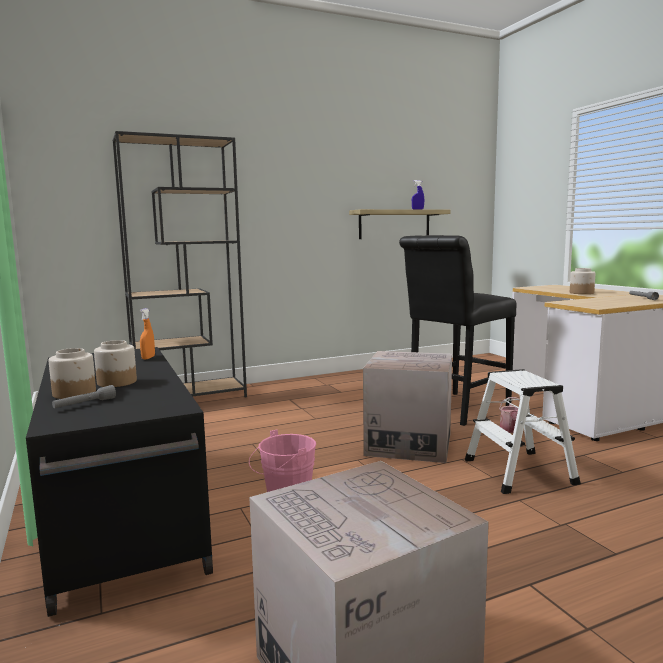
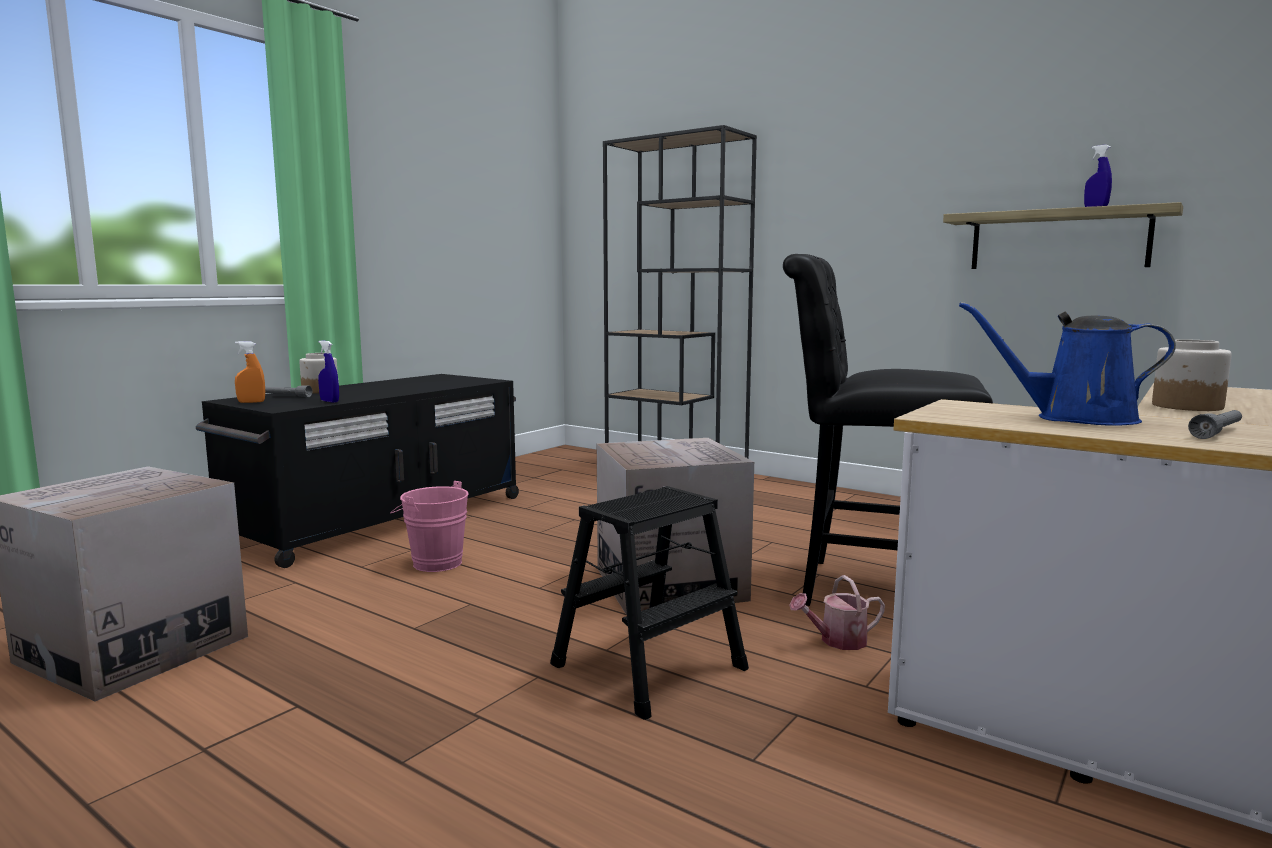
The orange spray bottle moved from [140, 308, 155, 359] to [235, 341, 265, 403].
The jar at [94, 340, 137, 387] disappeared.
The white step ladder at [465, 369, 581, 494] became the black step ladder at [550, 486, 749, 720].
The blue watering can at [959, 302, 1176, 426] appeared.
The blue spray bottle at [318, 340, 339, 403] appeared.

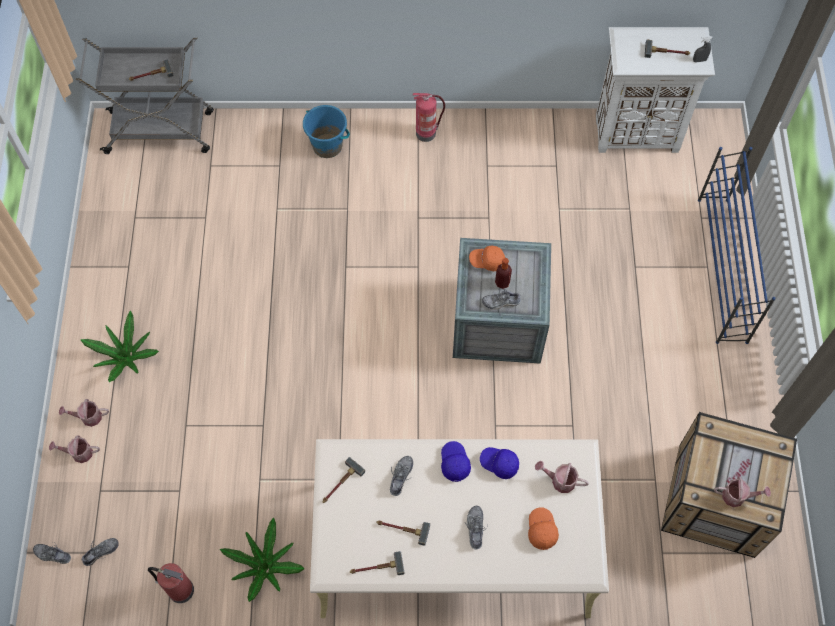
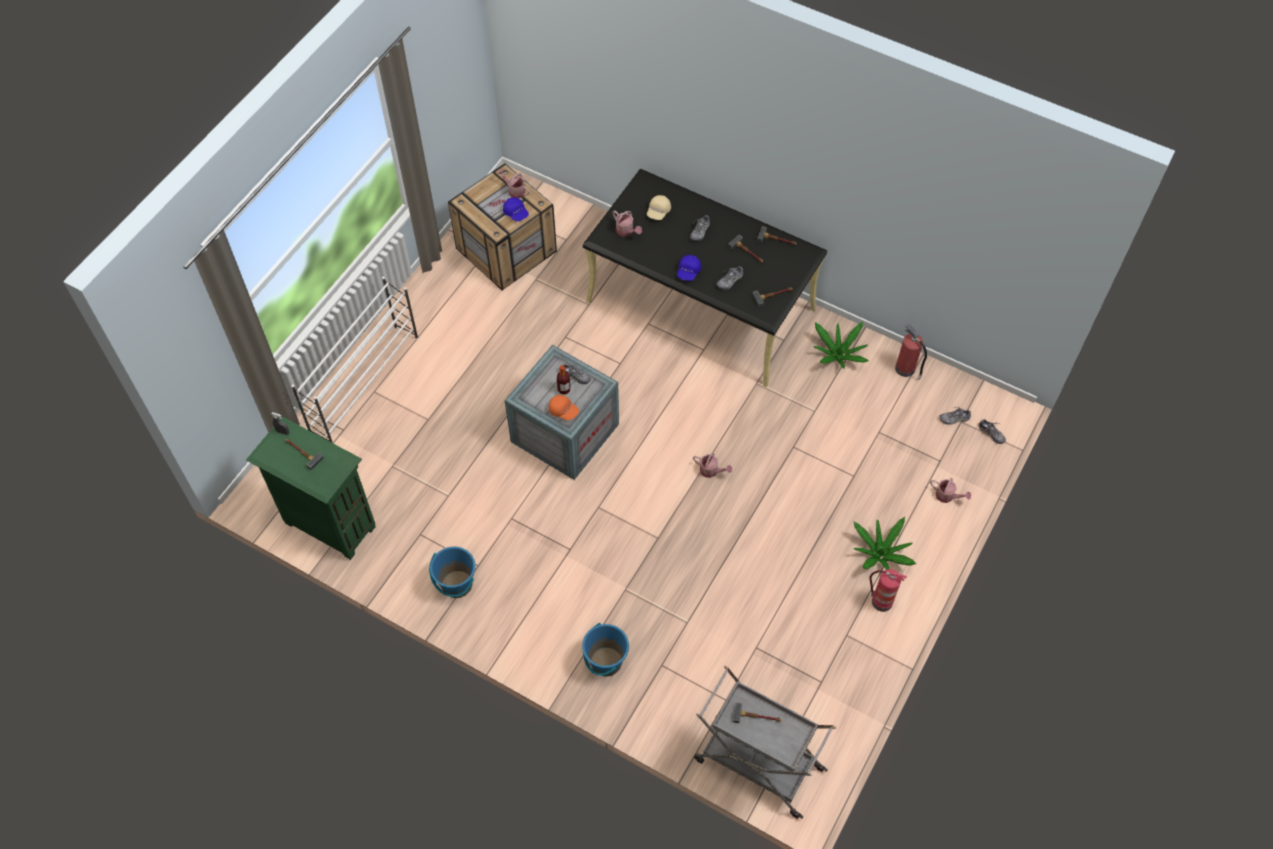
The white cabinet at [596, 27, 715, 153] became the green cabinet at [246, 416, 375, 560].
The fire extinguisher moved from [413, 93, 445, 142] to [870, 569, 907, 612].
The blue shoe rack at [698, 147, 776, 344] became the white shoe rack at [291, 277, 418, 443].
The watering can moved from [59, 399, 109, 427] to [693, 452, 732, 478].
The beige desk at [310, 439, 609, 618] became the black desk at [583, 169, 827, 387].
The blue cap moved from [480, 447, 519, 479] to [503, 197, 529, 221].
The orange cap at [528, 507, 559, 550] became the beige cap at [647, 195, 671, 220].
The blue bucket at [429, 547, 476, 598] appeared.

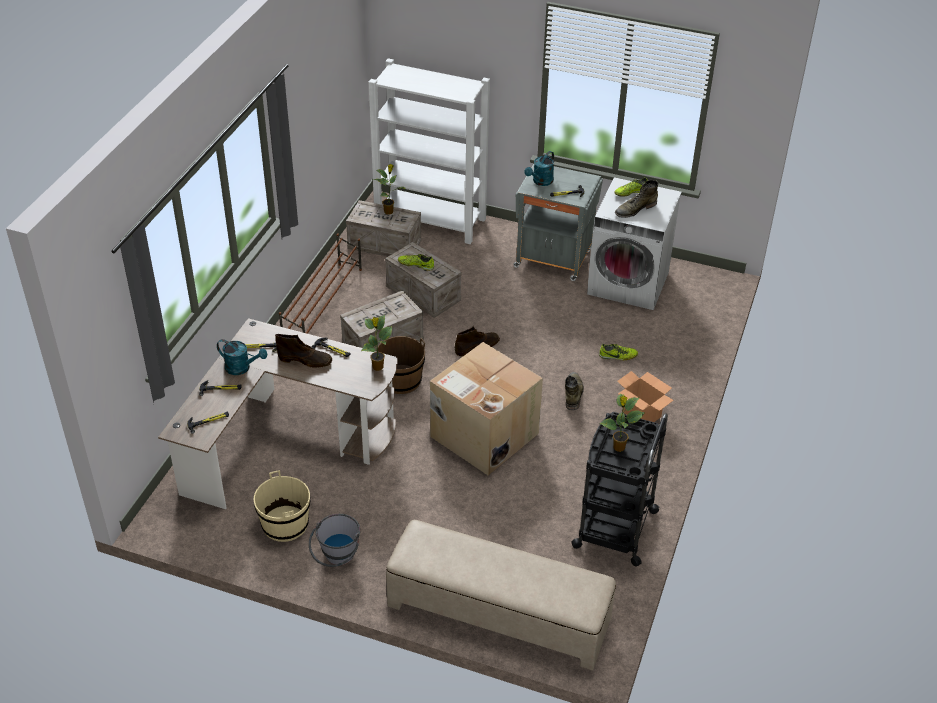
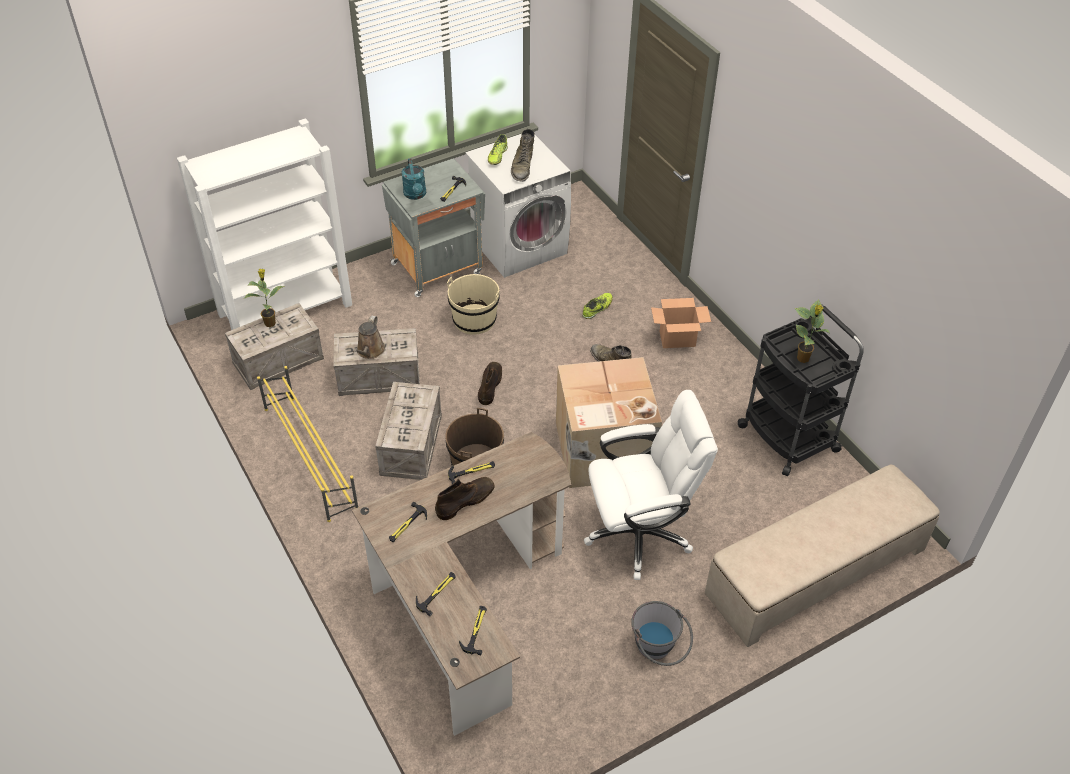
The brown shoe rack at [279, 234, 362, 334] became the yellow shoe rack at [257, 366, 358, 522].
The shoe at [398, 254, 434, 271] was replaced by the brown watering can at [353, 316, 385, 359].
The potted plant at [361, 315, 392, 371] disappeared.
The turquoise watering can at [217, 339, 267, 375] disappeared.
The beige bucket moved from [254, 470, 310, 542] to [447, 274, 500, 335].
The white office chair at [584, 390, 718, 580] appeared.

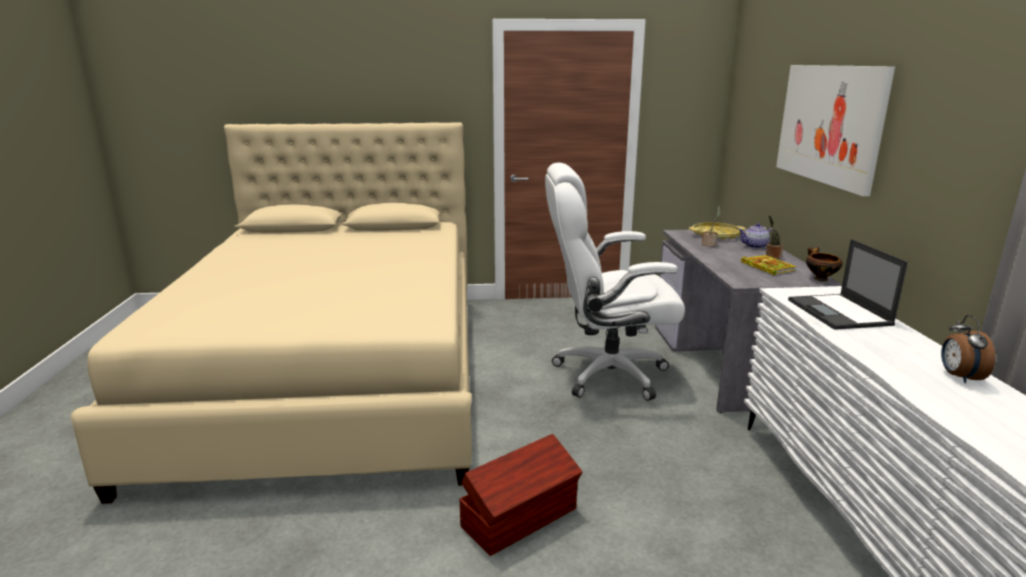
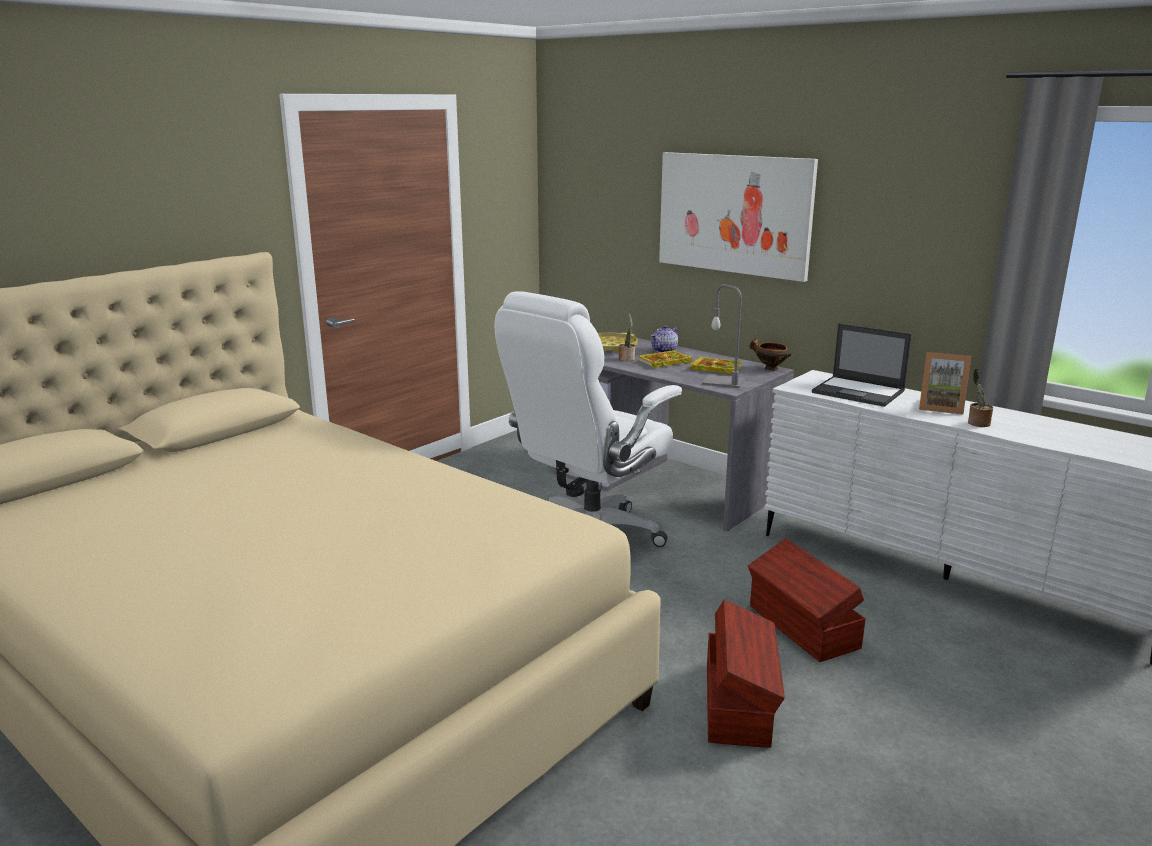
The potted plant moved from [766, 215, 783, 259] to [968, 368, 993, 427].
The alarm clock at [941, 315, 995, 383] disappeared.
The grey table lamp at [702, 284, 745, 388] appeared.
The book at [638, 350, 692, 368] appeared.
The picture frame at [919, 352, 971, 414] appeared.
The brown storage box at [748, 538, 865, 662] appeared.

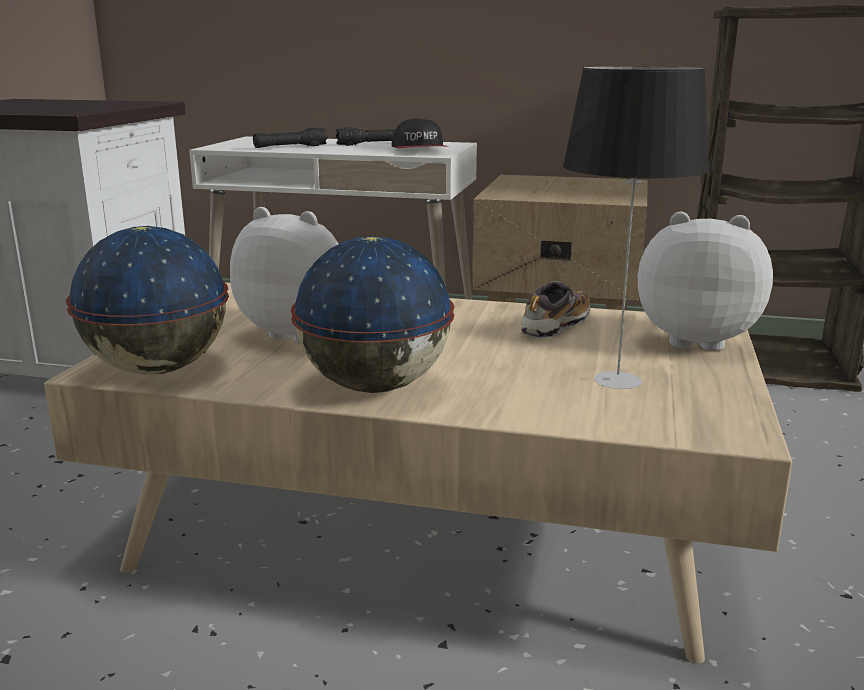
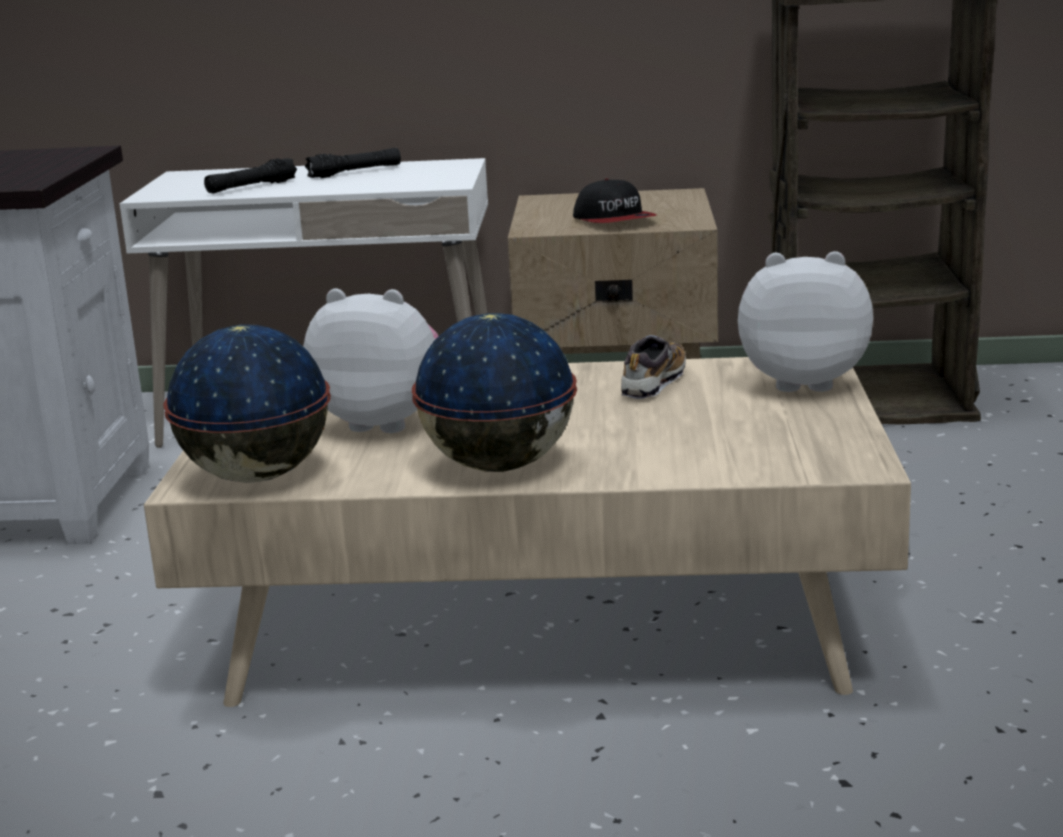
The table lamp at [563, 66, 709, 389] disappeared.
The cap moved from [391, 118, 449, 148] to [573, 178, 657, 223].

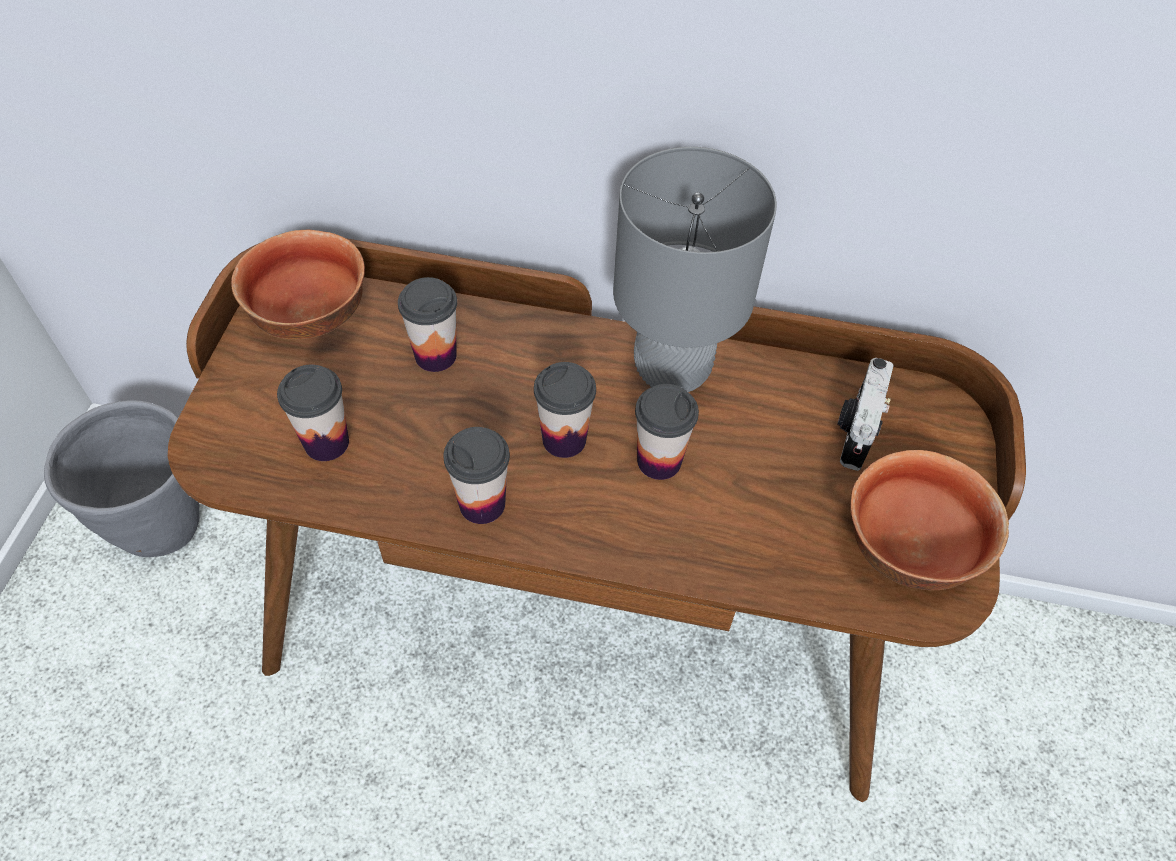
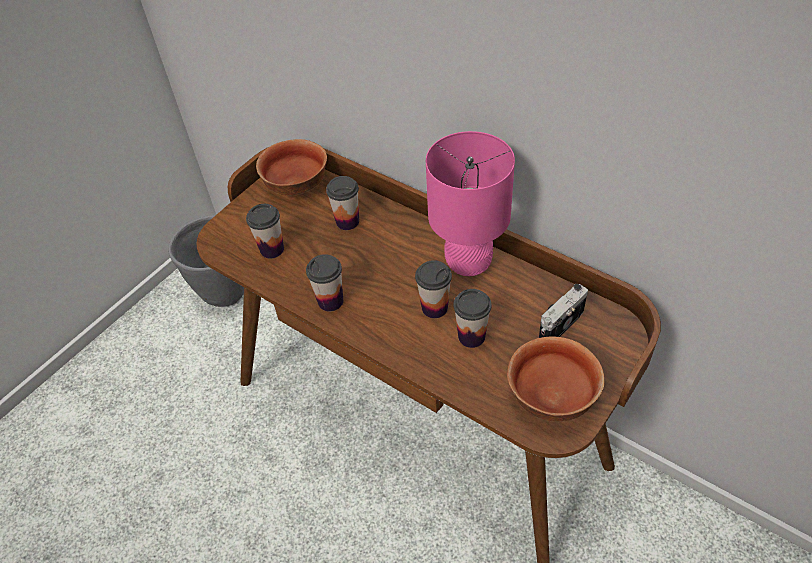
The grey table lamp at [613, 147, 777, 392] became the pink table lamp at [426, 131, 515, 276].
The cup moved from [534, 362, 596, 458] to [453, 289, 492, 348].

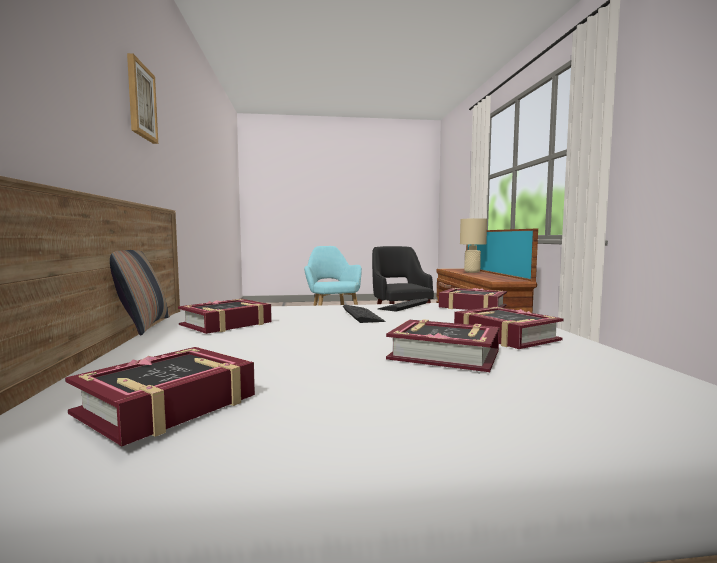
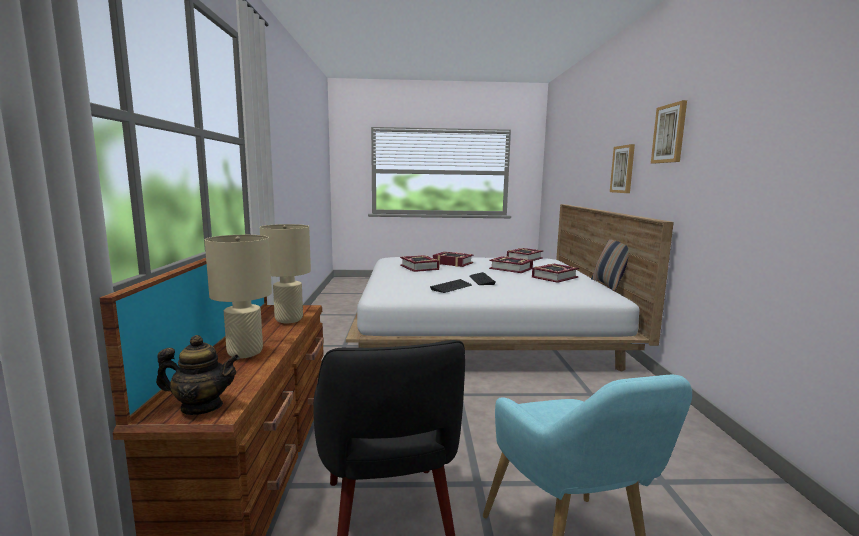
The book moved from [439, 288, 507, 310] to [489, 256, 533, 273].
The picture at [610, 144, 635, 193] appeared.
The beige table lamp at [260, 224, 311, 323] appeared.
The teapot at [156, 335, 240, 415] appeared.

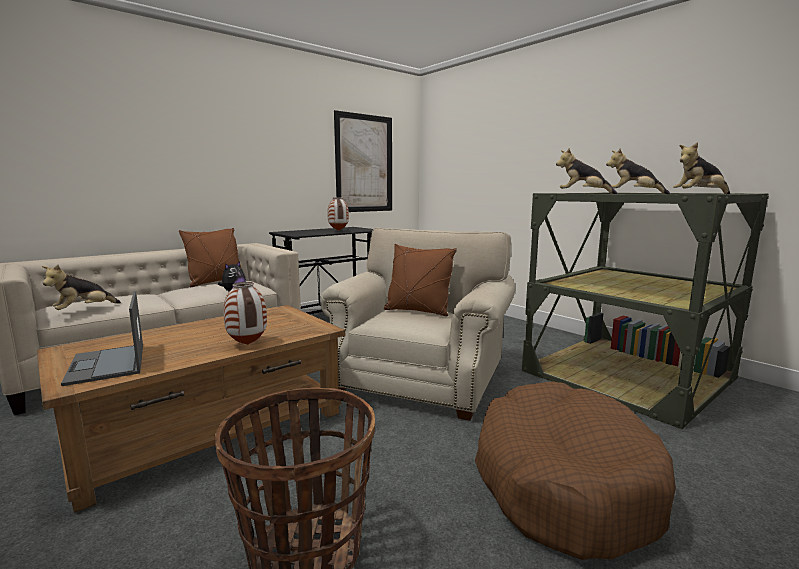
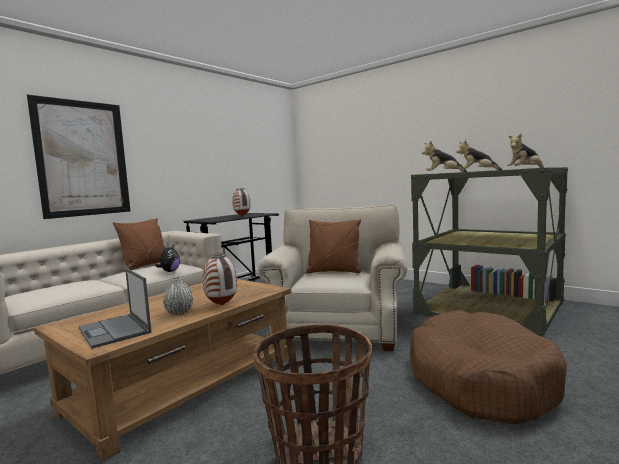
The picture moved from [334, 110, 392, 212] to [27, 95, 130, 219].
The plush toy at [42, 265, 121, 310] disappeared.
The grey vase at [163, 277, 193, 315] appeared.

